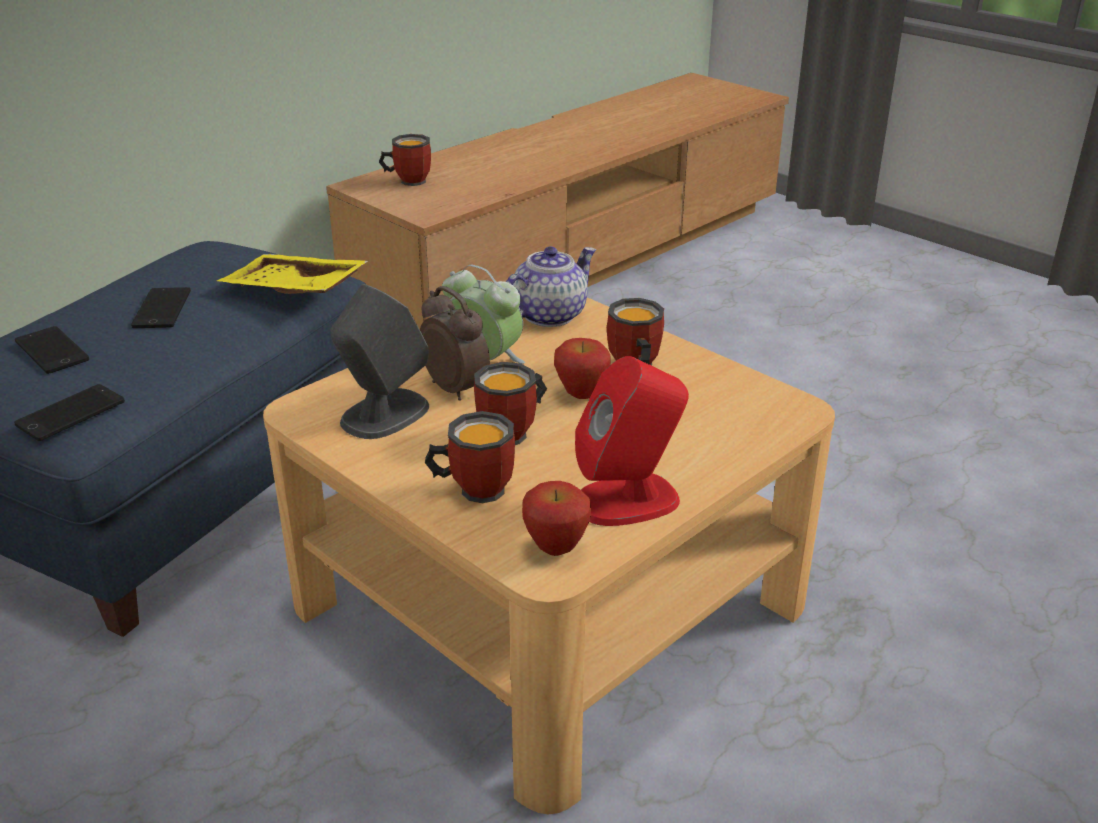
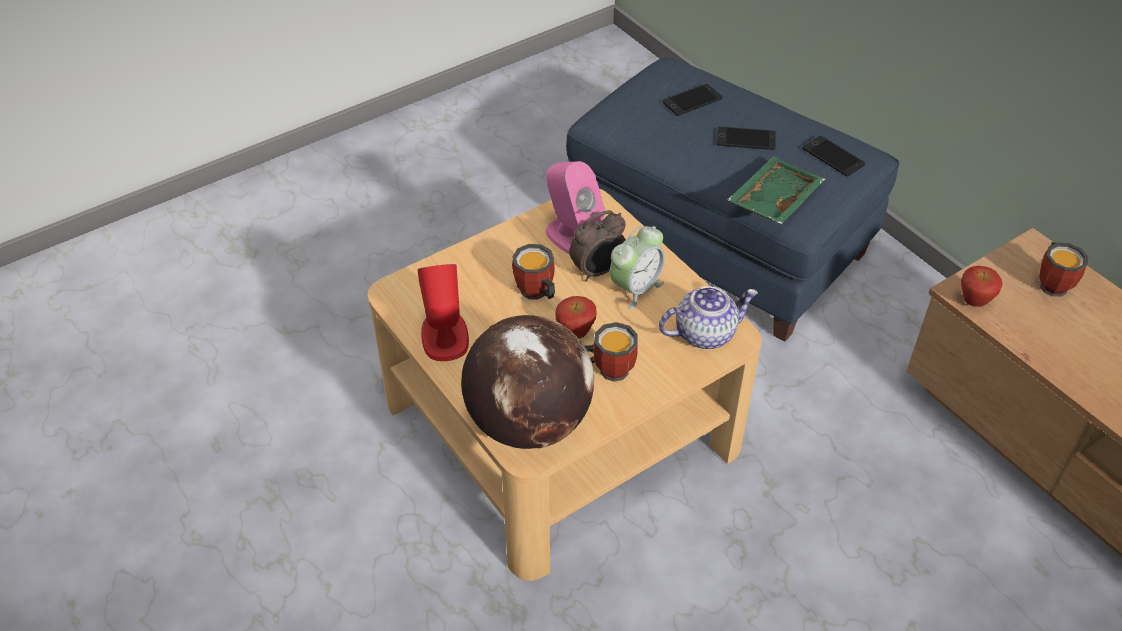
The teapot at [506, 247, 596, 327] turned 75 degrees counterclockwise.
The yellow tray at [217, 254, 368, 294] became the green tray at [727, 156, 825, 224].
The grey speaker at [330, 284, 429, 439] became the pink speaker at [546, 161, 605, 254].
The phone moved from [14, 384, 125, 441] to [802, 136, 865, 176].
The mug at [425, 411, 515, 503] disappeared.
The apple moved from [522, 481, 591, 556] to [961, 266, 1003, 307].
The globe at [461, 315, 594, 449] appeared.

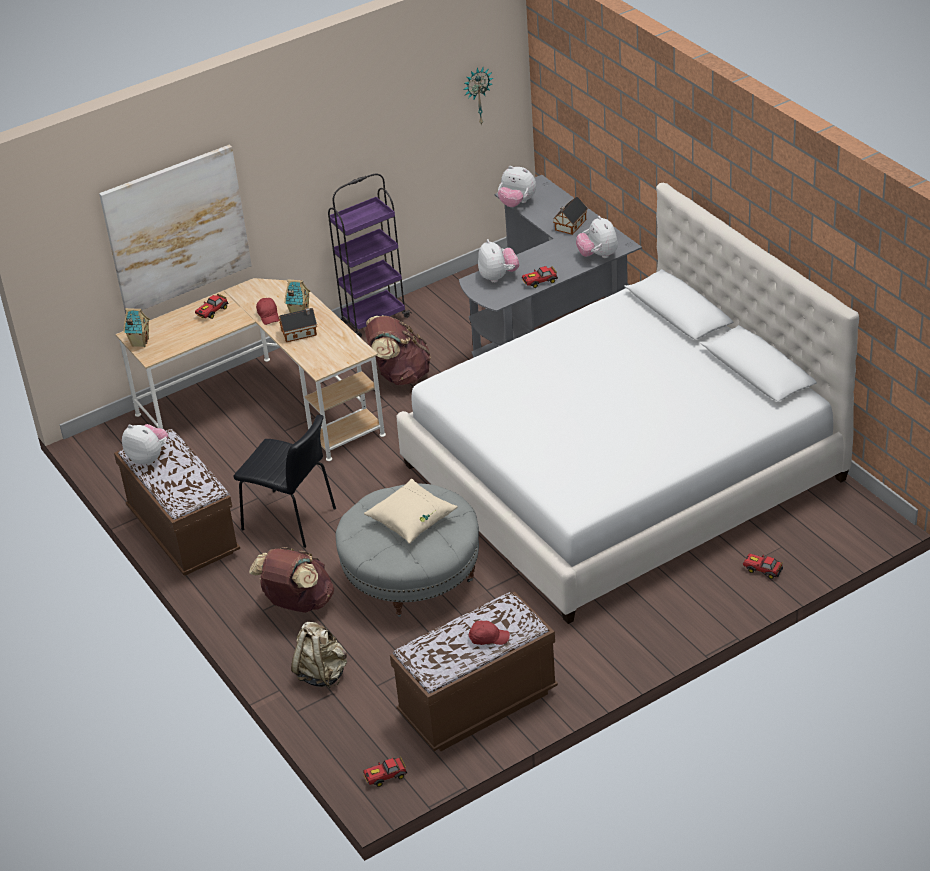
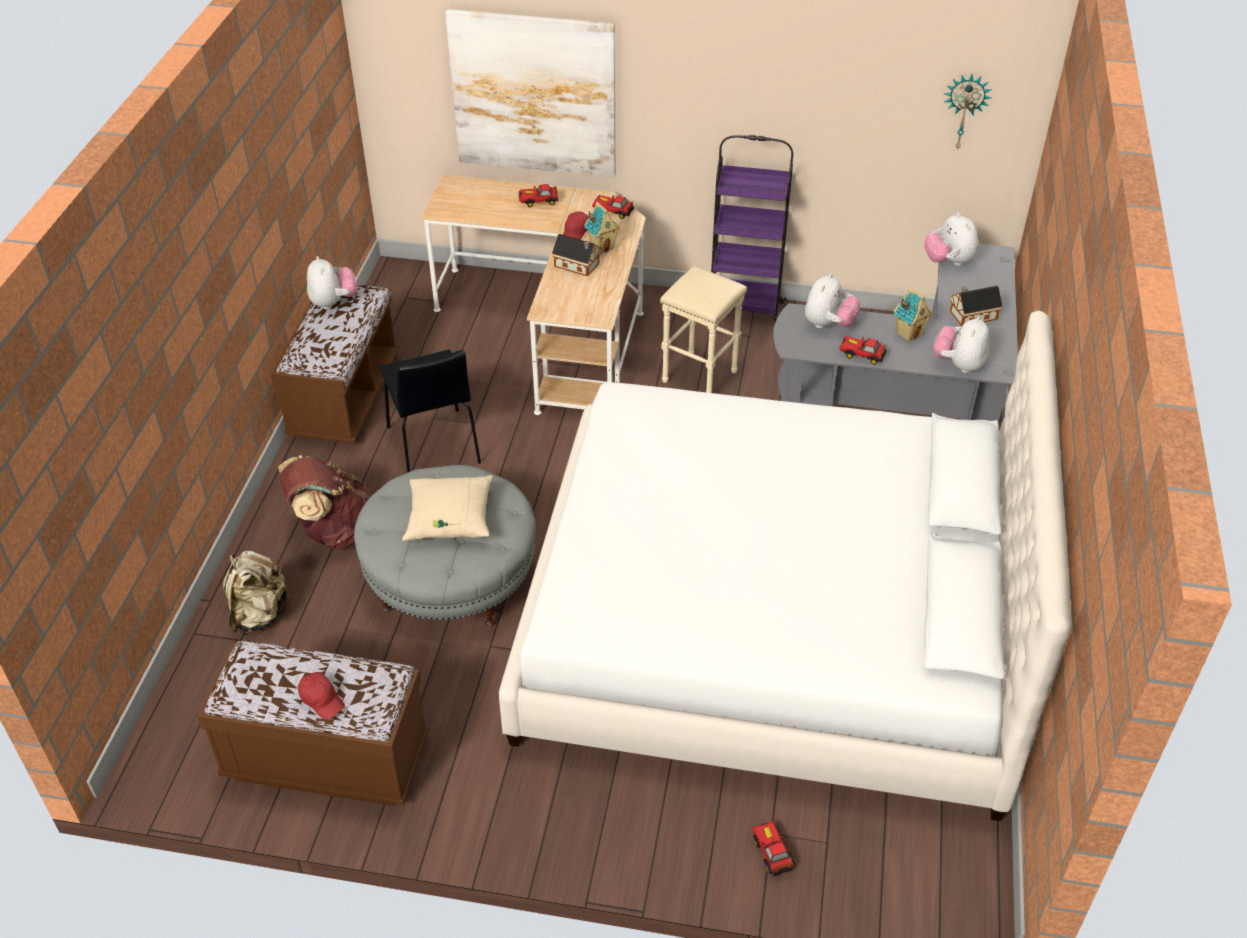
The toy house moved from [123, 308, 150, 347] to [893, 287, 933, 342].
The brown backpack at [365, 315, 431, 385] was replaced by the beige stool at [660, 267, 747, 393].
The toy car moved from [363, 756, 407, 787] to [592, 195, 634, 219].

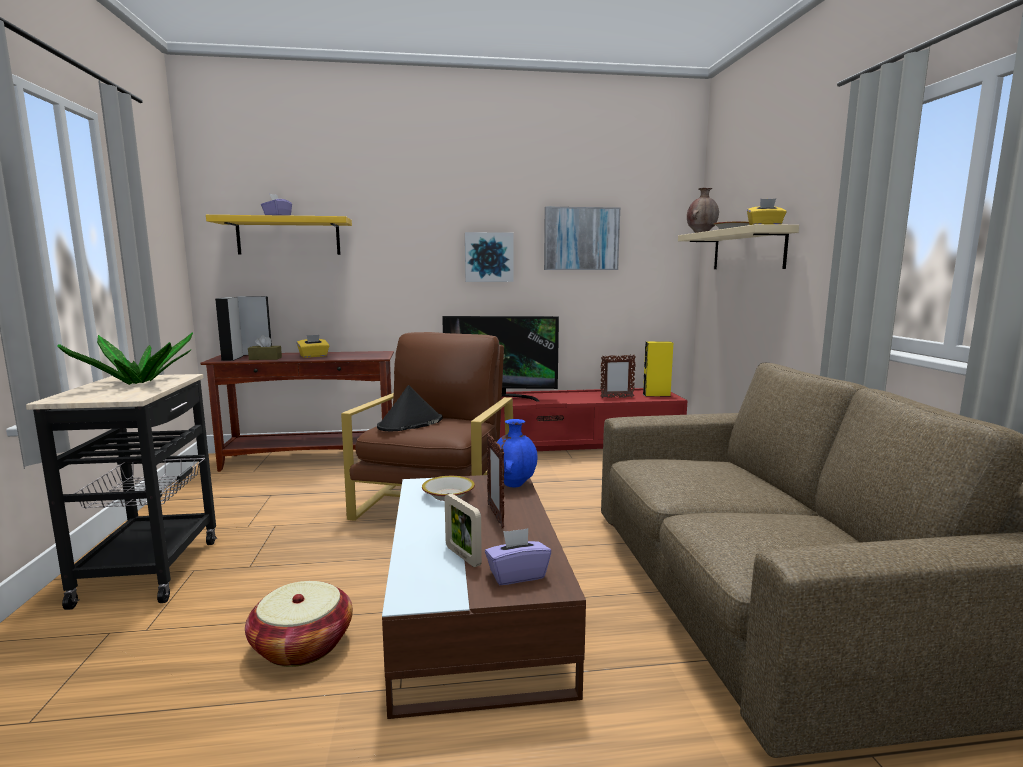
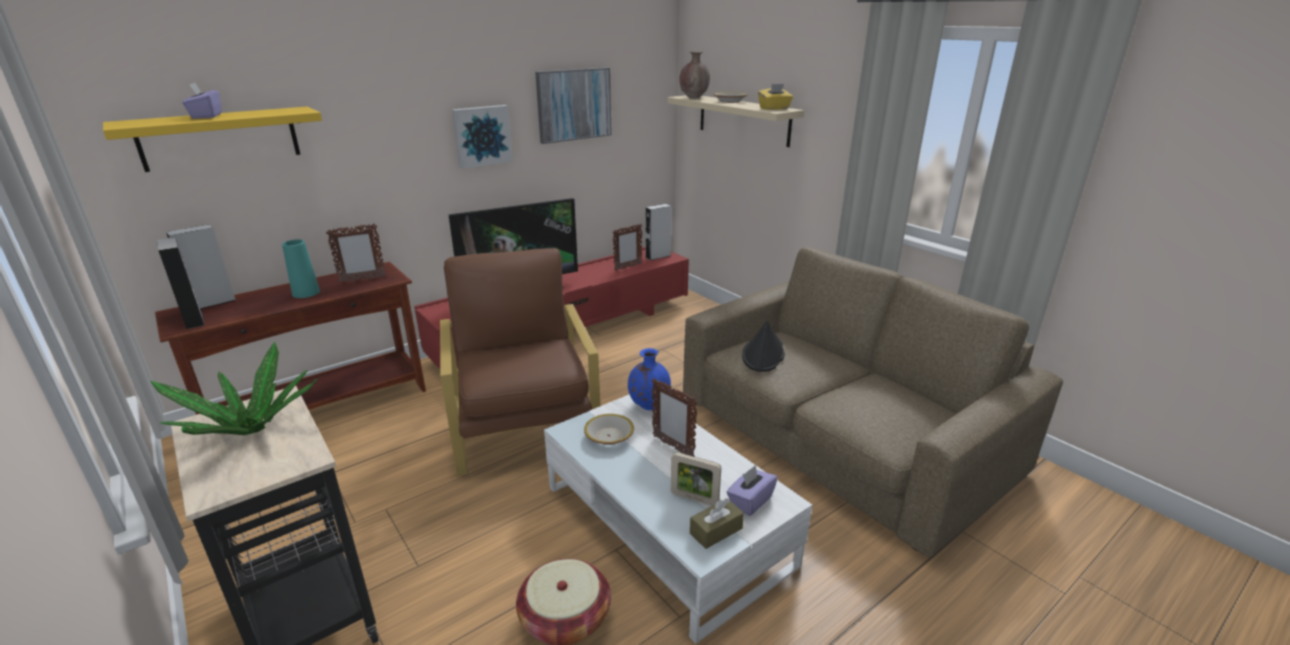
The brown tissue box moved from [248, 335, 282, 360] to [690, 498, 744, 549].
The yellow tissue box at [297, 335, 329, 358] was replaced by the turquoise vase at [282, 240, 320, 298].
The yellow speaker at [643, 342, 673, 397] became the grey speaker at [645, 204, 672, 260].
The black hat moved from [377, 385, 442, 431] to [742, 320, 785, 372].
The brown coffee table at [382, 475, 586, 719] became the white coffee table at [544, 394, 812, 644].
The picture frame at [326, 223, 386, 283] appeared.

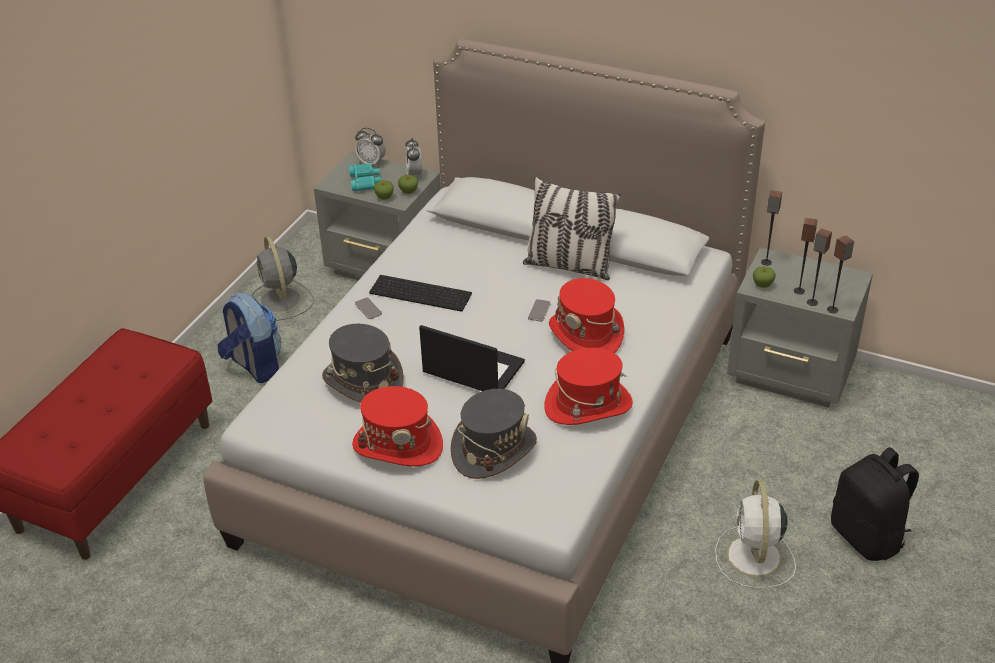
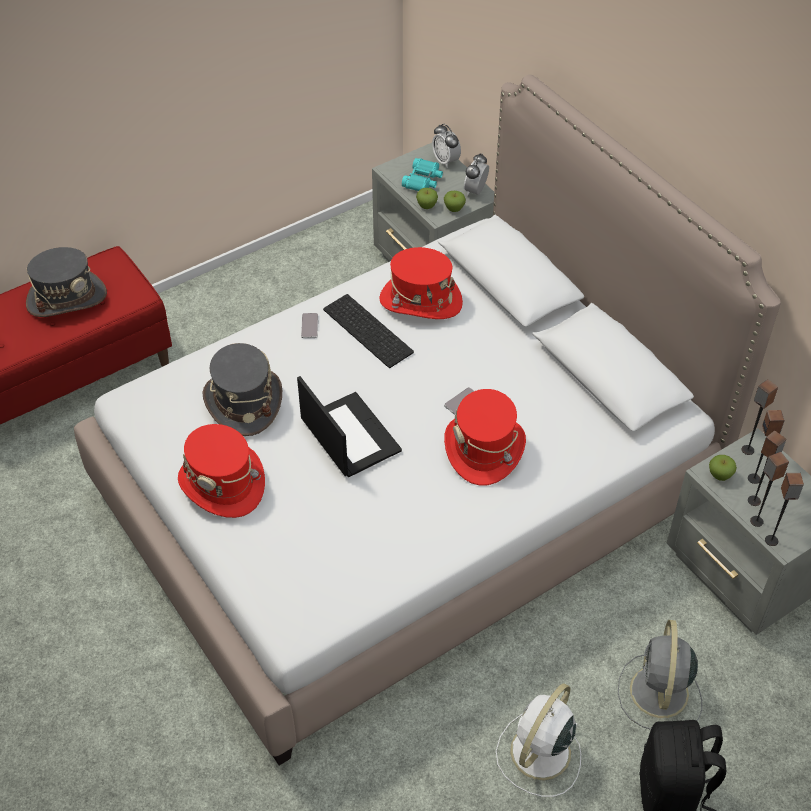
The pillow at [523, 177, 621, 280] disappeared.
The grey fan moved from [251, 236, 314, 321] to [618, 620, 702, 730].
The backpack at [218, 293, 282, 383] disappeared.
The red hat moved from [544, 348, 633, 425] to [379, 247, 463, 319].
The grey hat moved from [451, 389, 537, 479] to [26, 247, 107, 317].
The speaker at [748, 410, 785, 484] appeared.

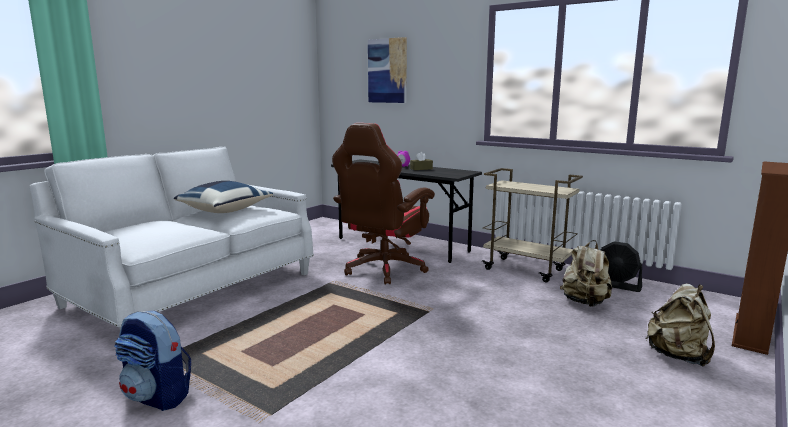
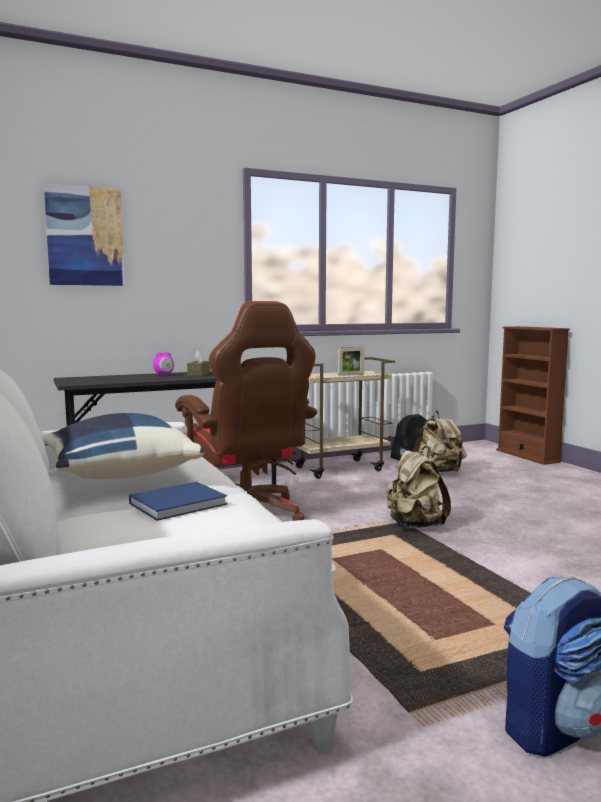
The beige backpack moved from [646, 283, 715, 367] to [386, 446, 451, 528].
The picture frame at [338, 347, 365, 376] appeared.
The blue book at [129, 482, 228, 521] appeared.

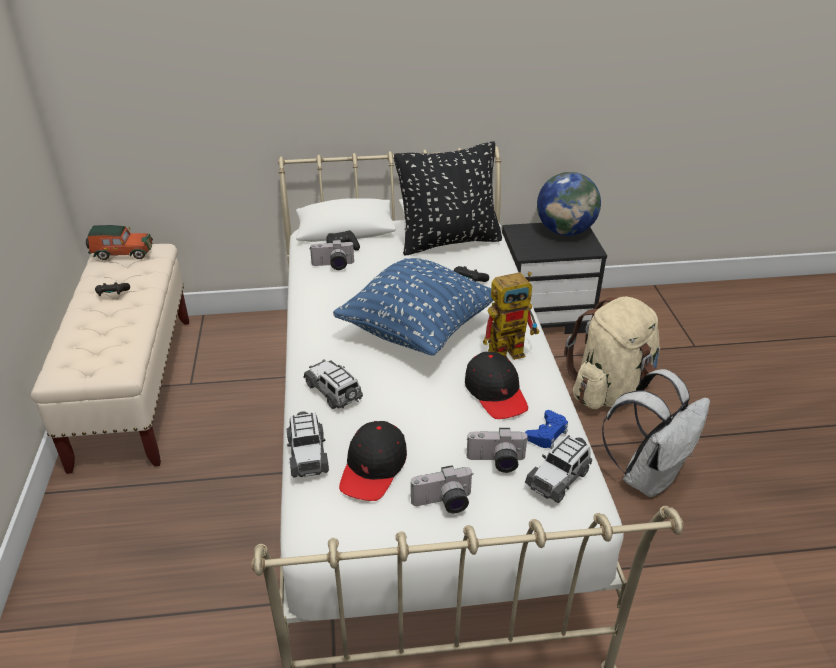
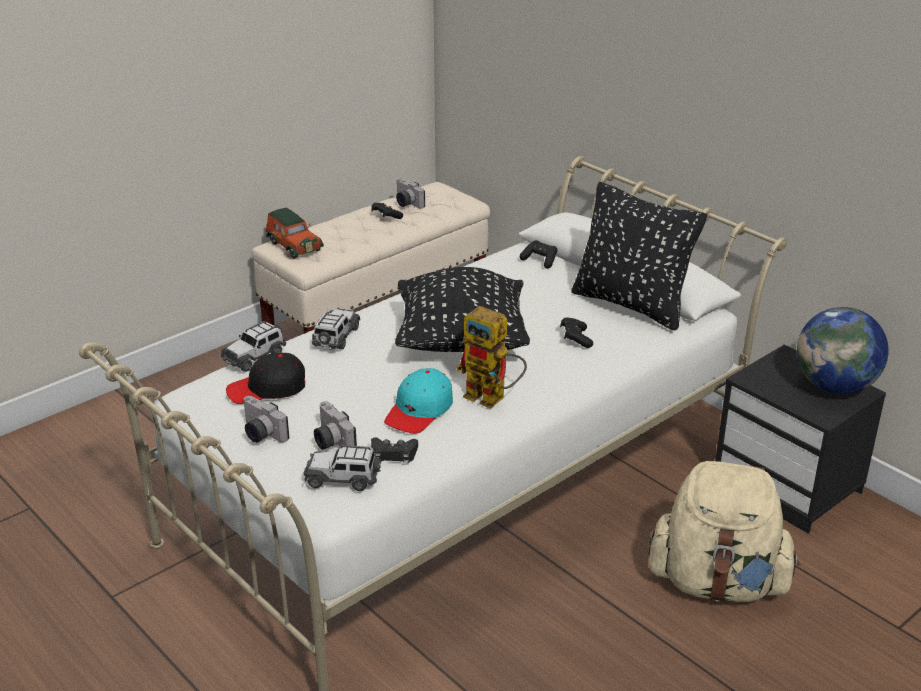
The toy car moved from [86, 225, 153, 260] to [266, 208, 324, 259].
The photo camera moved from [310, 239, 354, 270] to [396, 178, 425, 209].
The blue pillow at [333, 258, 493, 356] became the black pillow at [395, 267, 530, 352].
The black cap at [465, 351, 528, 419] became the turquoise cap at [384, 368, 453, 434].
The white backpack at [602, 369, 710, 497] disappeared.
The blue game controller at [525, 410, 568, 449] became the black game controller at [371, 437, 418, 465].

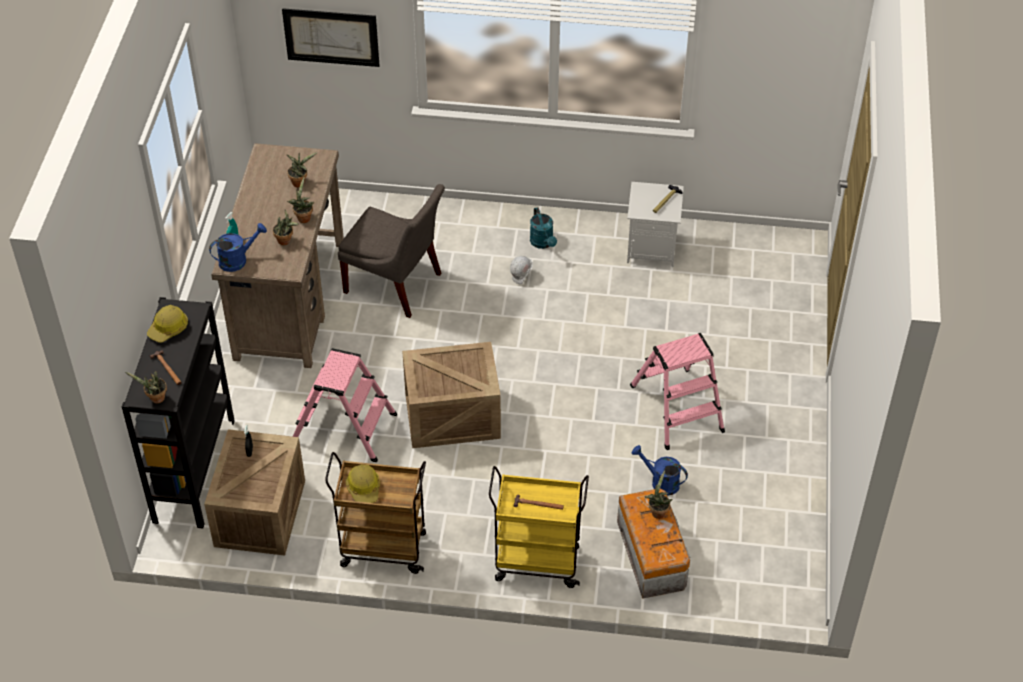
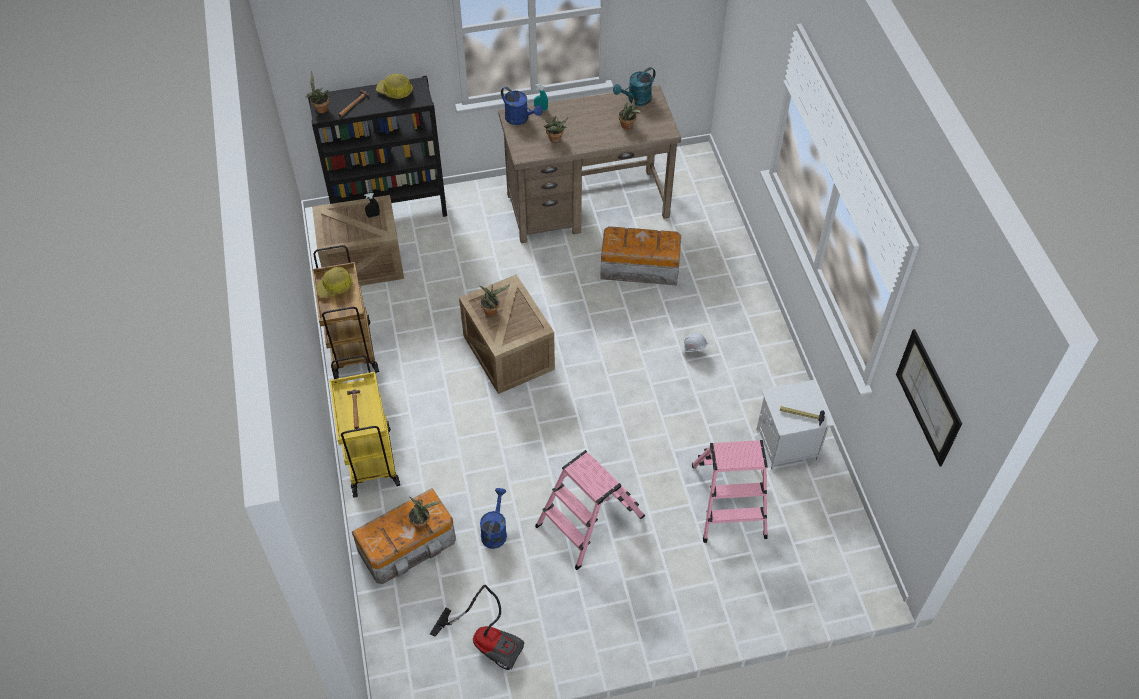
The picture moved from [282, 8, 380, 67] to [896, 329, 962, 467].
The potted plant moved from [287, 177, 314, 223] to [480, 285, 510, 316].
The grey chair at [338, 184, 445, 318] was replaced by the storage box at [600, 226, 681, 286].
The turquoise watering can moved from [530, 207, 557, 249] to [613, 67, 656, 106].
The pink step ladder moved from [292, 348, 397, 462] to [692, 440, 768, 543].
The vacuum cleaner at [430, 585, 524, 670] appeared.

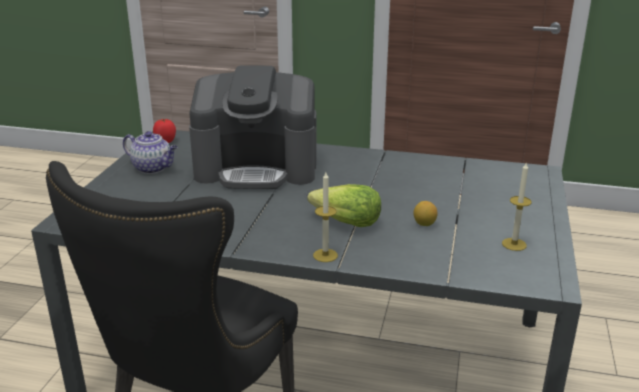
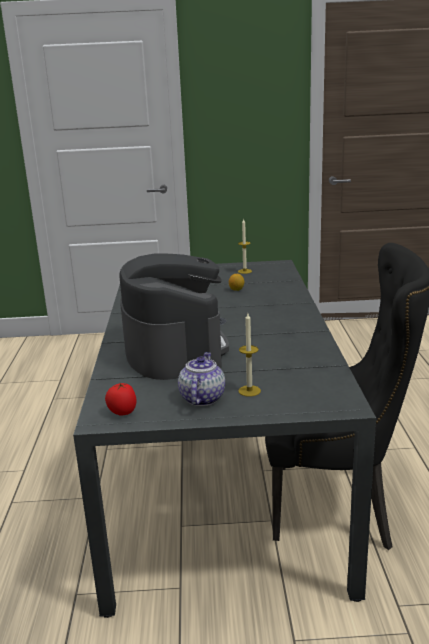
The candle moved from [313, 172, 338, 262] to [238, 313, 261, 397].
The lettuce at [307, 184, 381, 227] disappeared.

